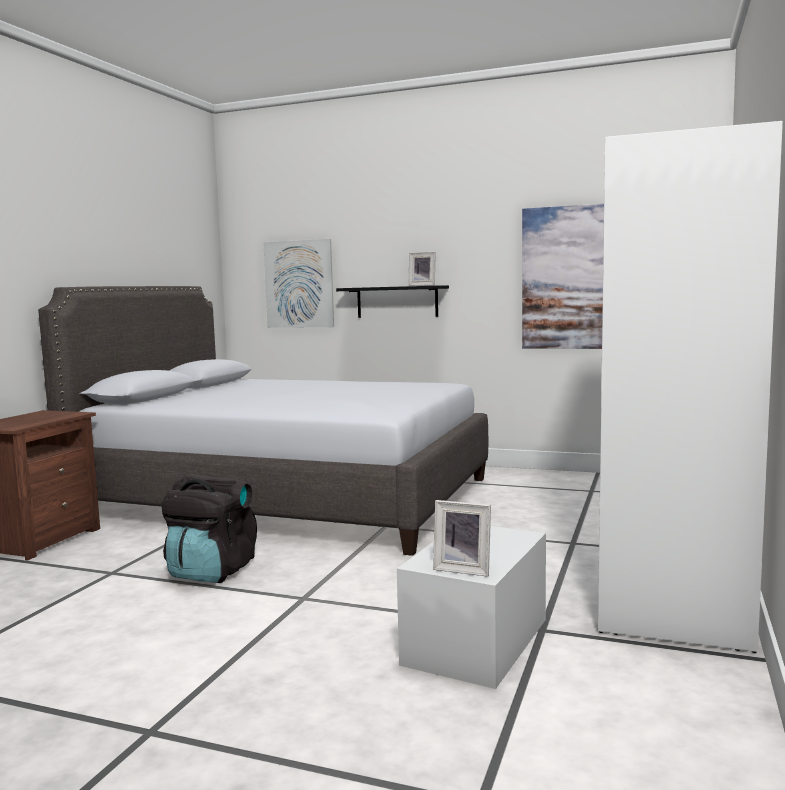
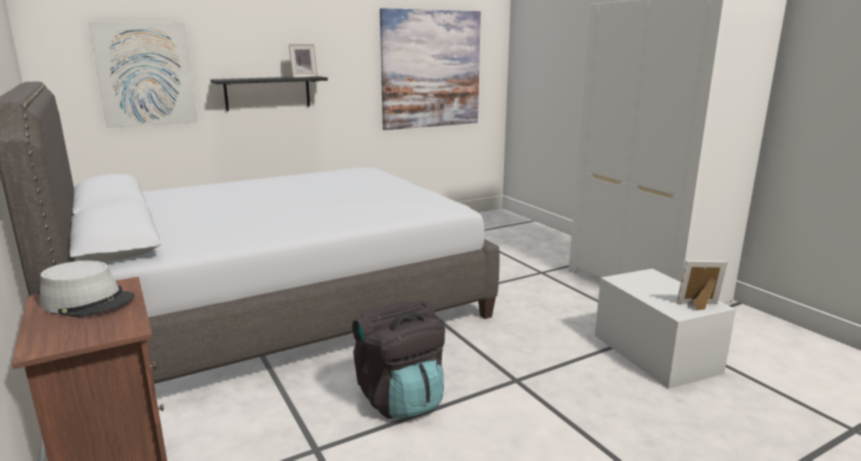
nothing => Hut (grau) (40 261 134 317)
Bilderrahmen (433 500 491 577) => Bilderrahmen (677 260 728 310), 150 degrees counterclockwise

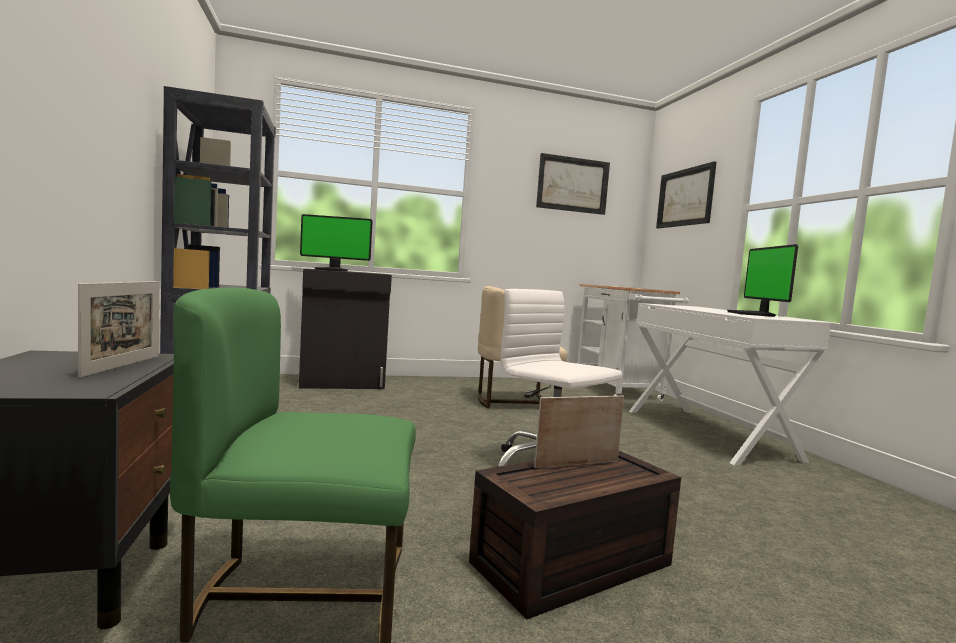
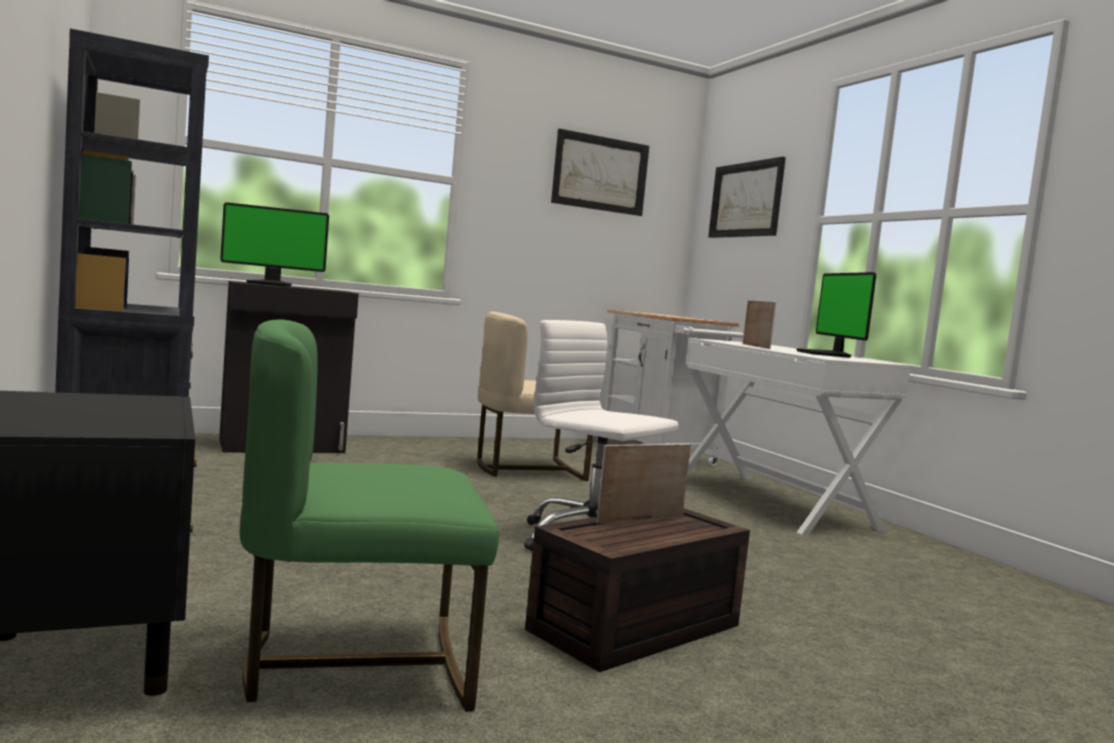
Bilderrahmen (78 281 159 378) => Bilderrahmen (743 300 776 349), shifted

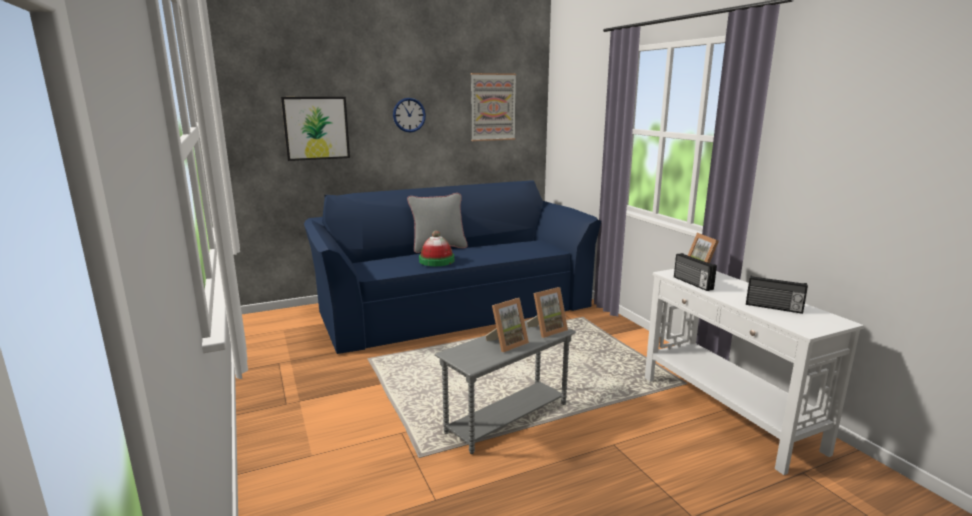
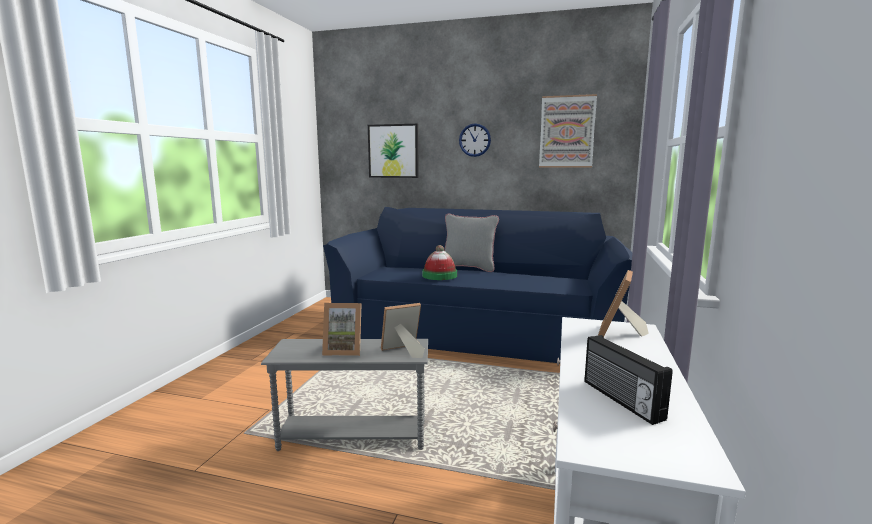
Bilderrahmen (527 287 568 338) => Bilderrahmen (381 303 425 358), 150 degrees clockwise
Radio (674 253 717 291) => nothing

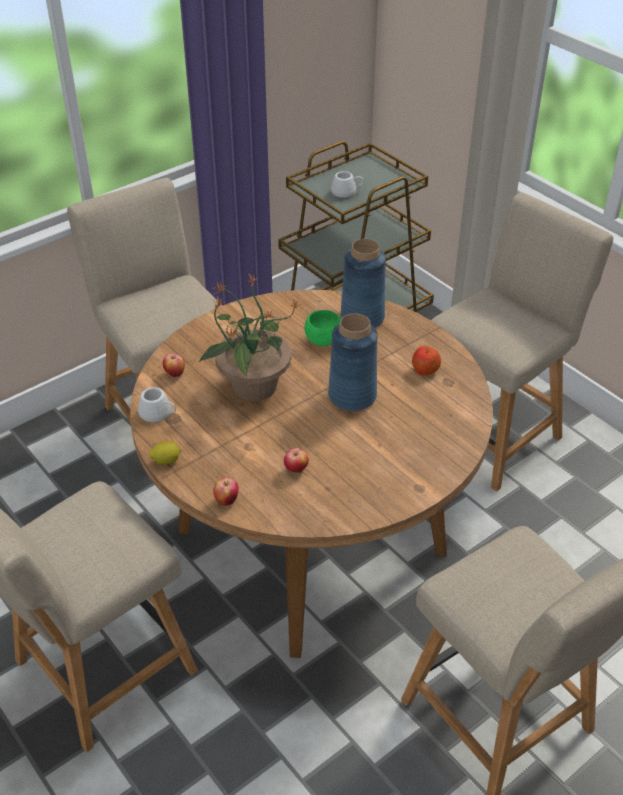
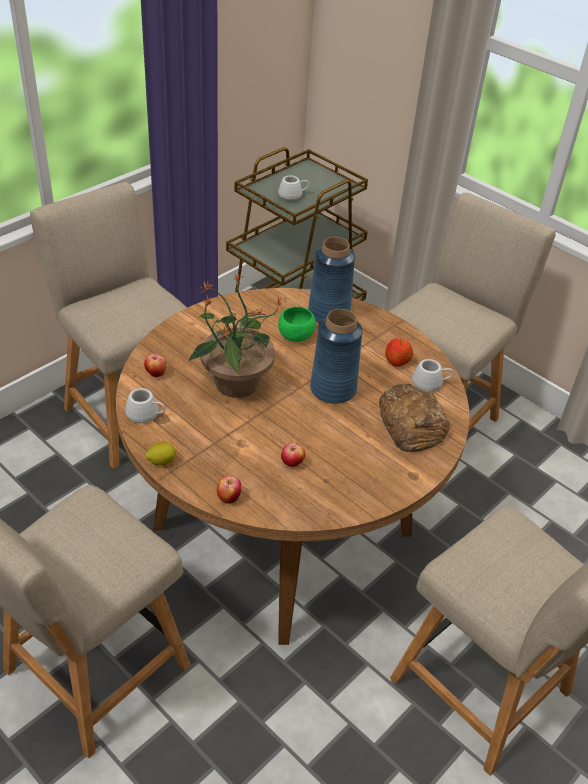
nothing => Brot (379 384 450 452)
nothing => Henkelbecher (weiß) (412 359 453 392)

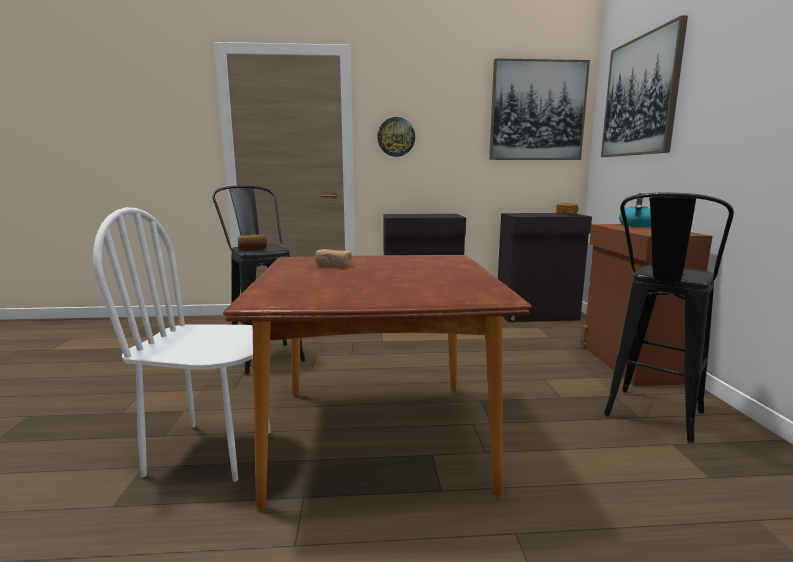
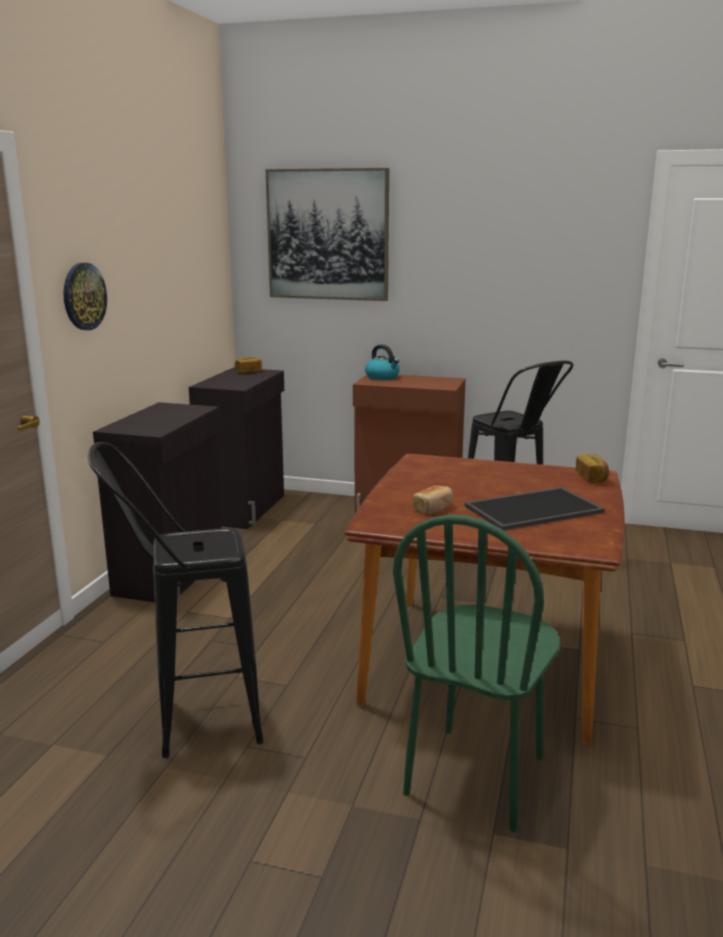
Stuhl (weiß) (93 207 271 482) => Stuhl (grün) (393 515 560 832)
nothing => Tablett (465 487 605 530)
Brot (238 235 267 251) => Brot (576 454 609 483), shifted
Bild (489 58 590 160) => nothing

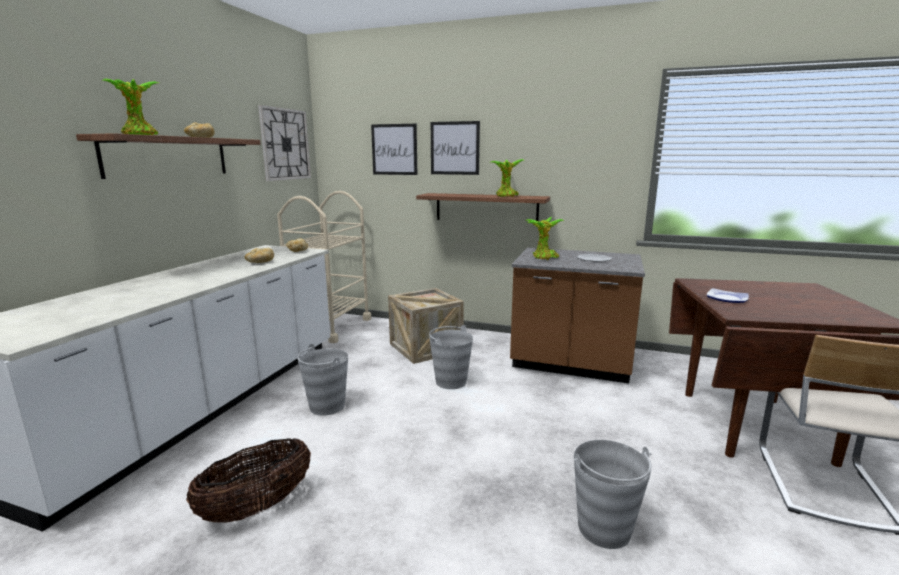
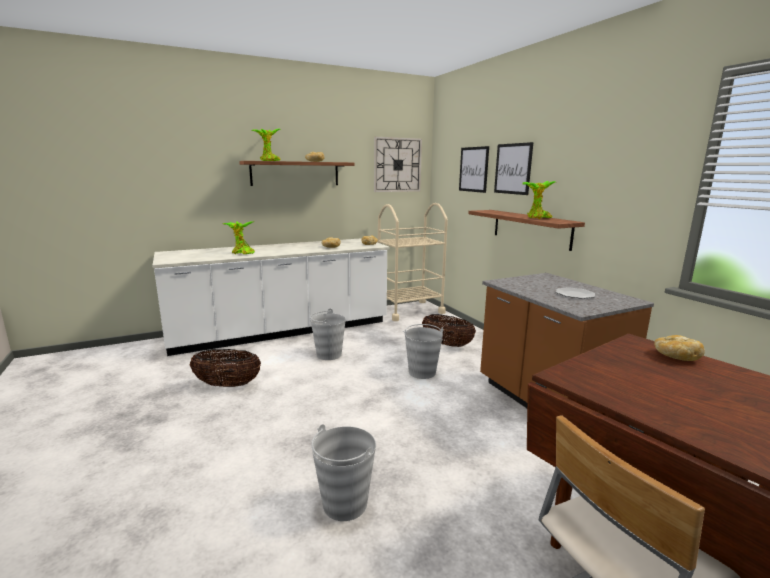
Topfpflanze (525 217 564 260) => Topfpflanze (223 221 255 254), shifted
Kiste (388 288 464 364) => Korb (422 314 476 347)
nothing => Brot (654 335 705 361)
Teller (707 288 749 303) => nothing

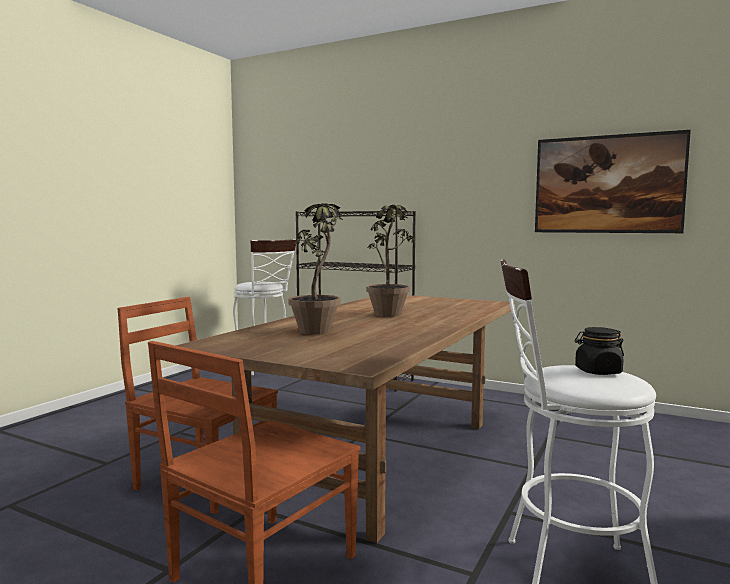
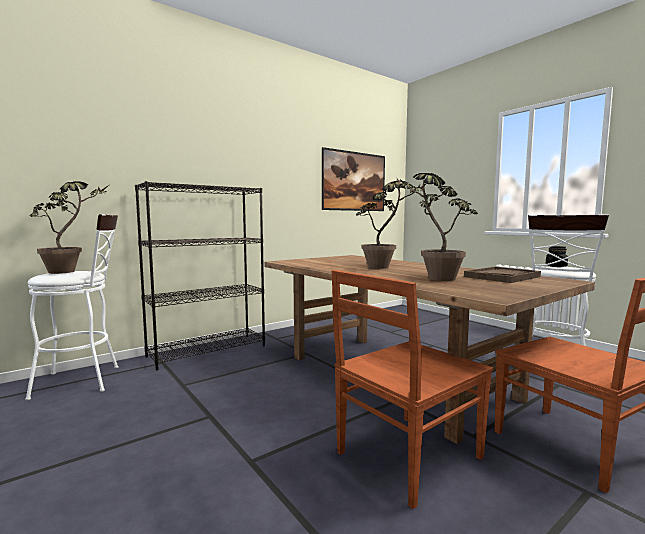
nothing => Topfpflanze (30 181 109 274)
nothing => Tablett (braun) (464 267 541 283)

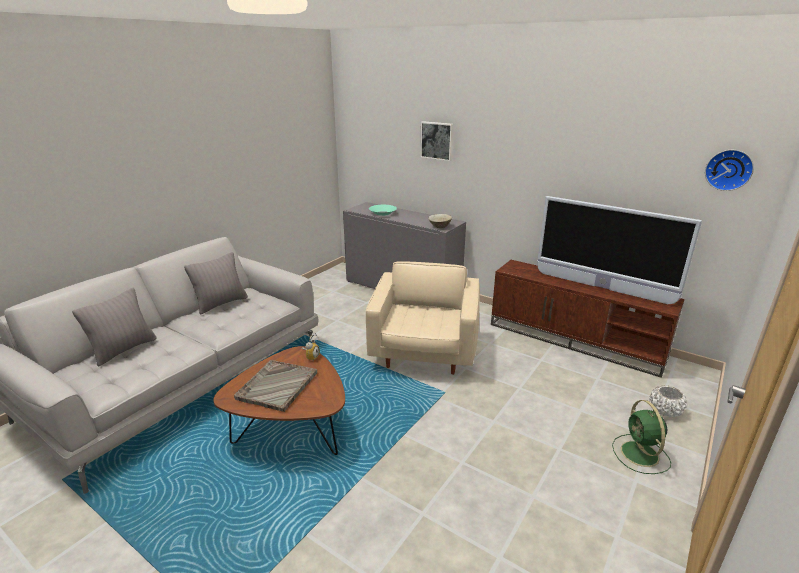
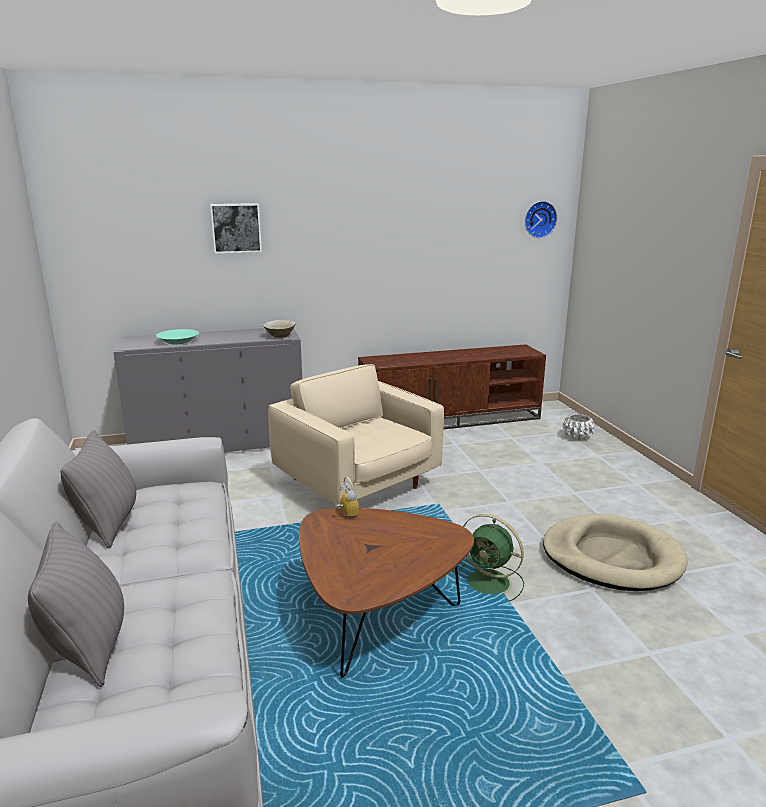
Ventilator (grün) (612 400 671 474) => Ventilator (grün) (455 514 524 601), shifted
nothing => Hundebett (beige) (543 514 688 591)
Tablett (grau) (234 360 317 412) => nothing
Fernseher (537 196 702 304) => nothing

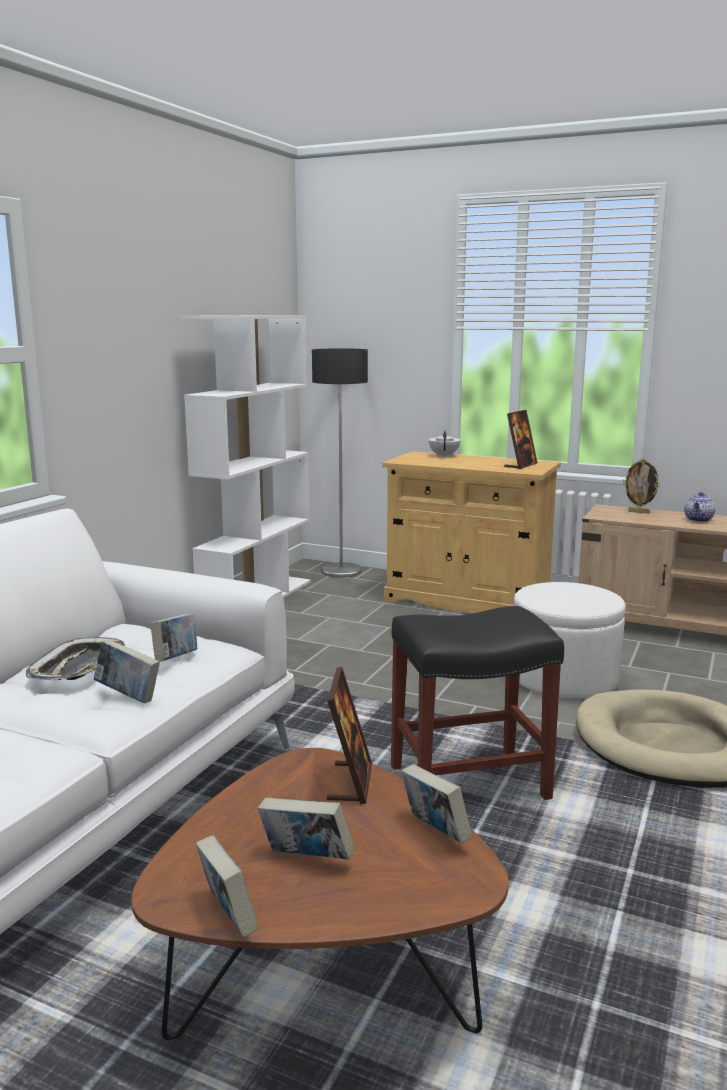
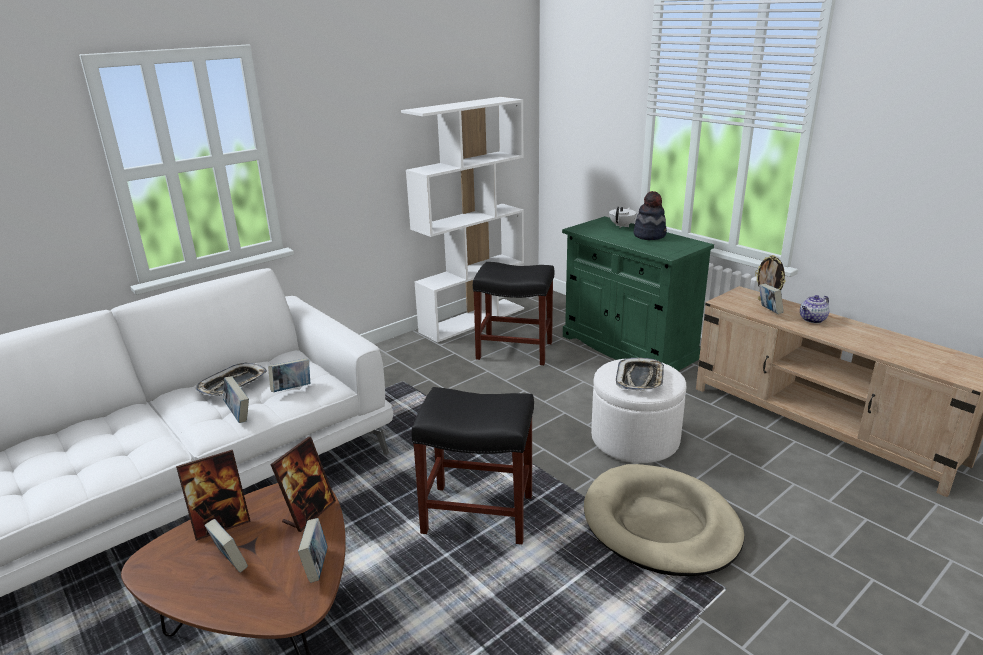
Bilderrahmen (504 410 537 469) => Bilderrahmen (176 450 251 541), shifted
nothing => Hocker (schwarz) (473 262 554 365)
Schrank (beige) (382 451 561 613) => Schrank (grün) (562 216 714 371)
nothing => Tablett (616 358 664 391)
nothing => Hut (634 191 667 240)
Buch (196 835 258 938) => Buch (759 284 783 314), shifted
Stehlampe (312 348 368 578) => nothing

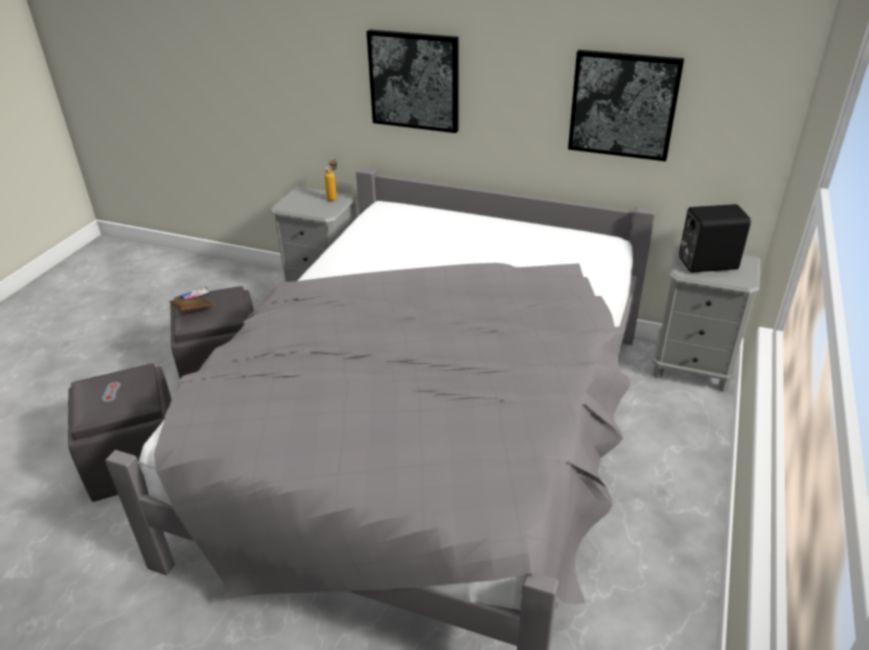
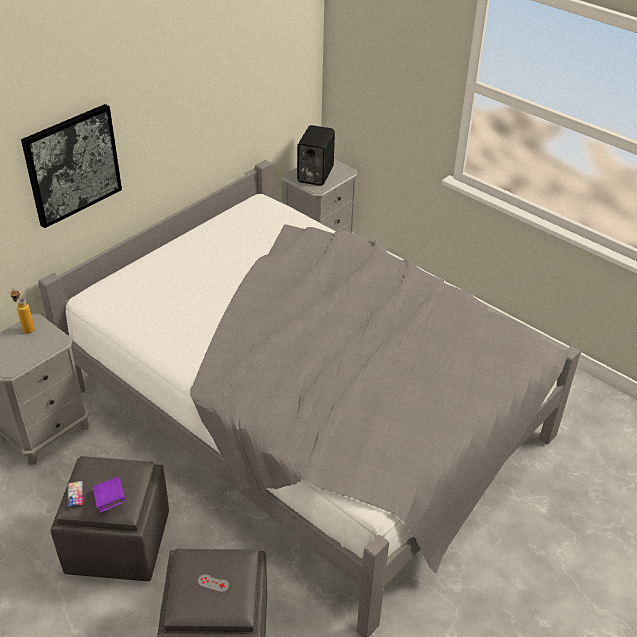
Buch (braun) (170 297 212 312) => Buch (lila) (93 477 125 513)
Bild (568 50 684 161) => nothing

